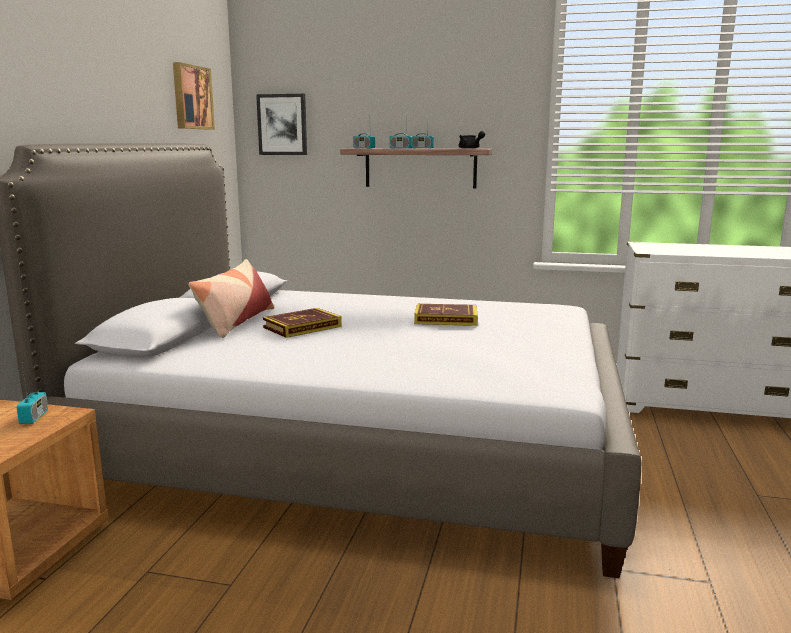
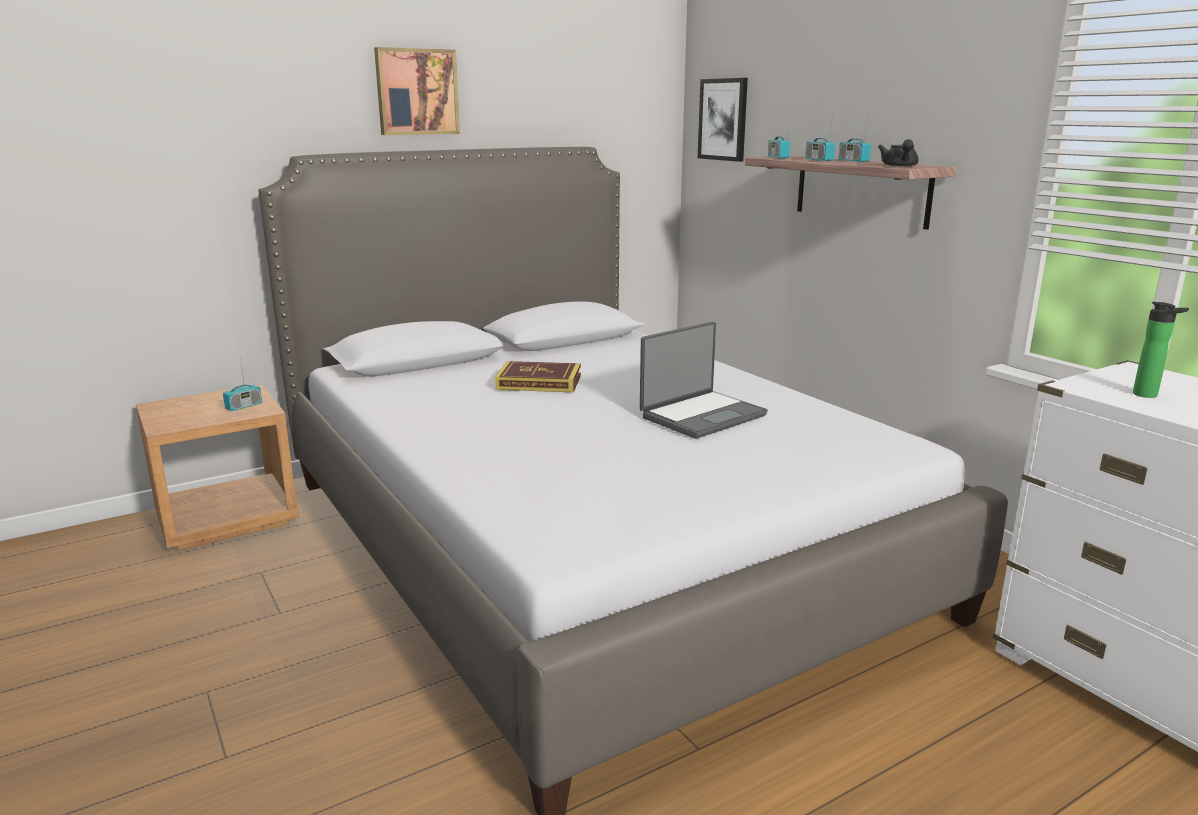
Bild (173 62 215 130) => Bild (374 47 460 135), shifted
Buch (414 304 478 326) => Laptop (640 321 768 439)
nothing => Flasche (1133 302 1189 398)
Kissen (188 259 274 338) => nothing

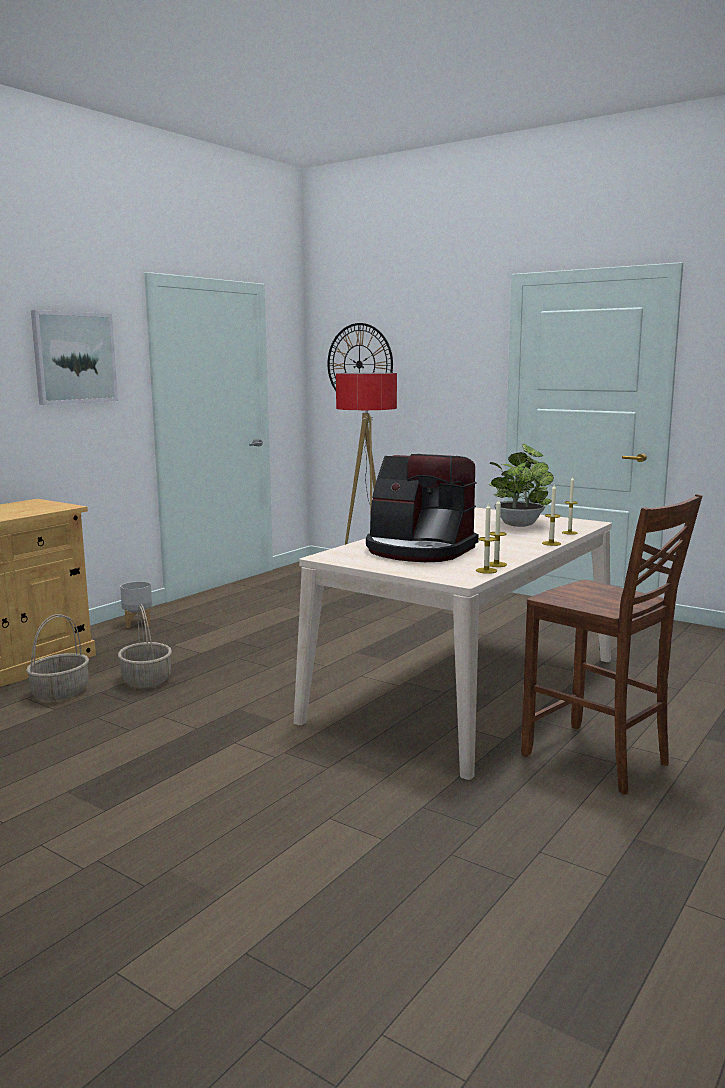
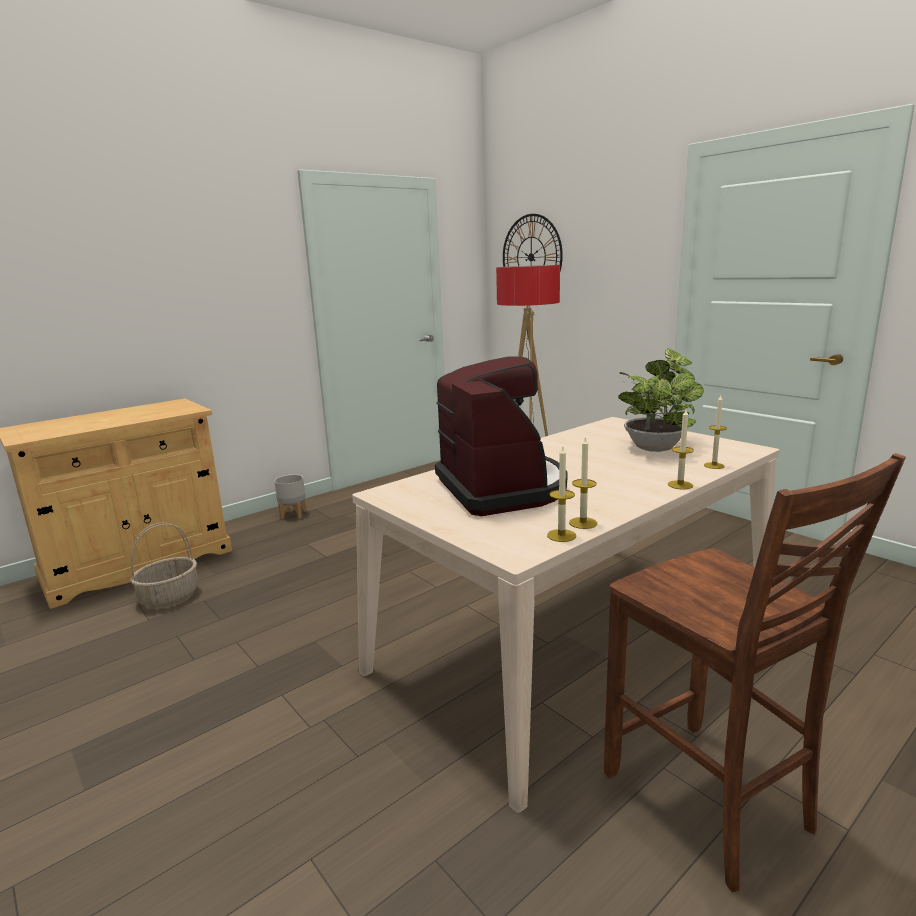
Kaffeemaschine (366 454 479 562) => Kaffeemaschine (435 356 567 516), 150 degrees counterclockwise
Bild (31 310 118 405) => nothing
Korb (118 604 172 688) => nothing

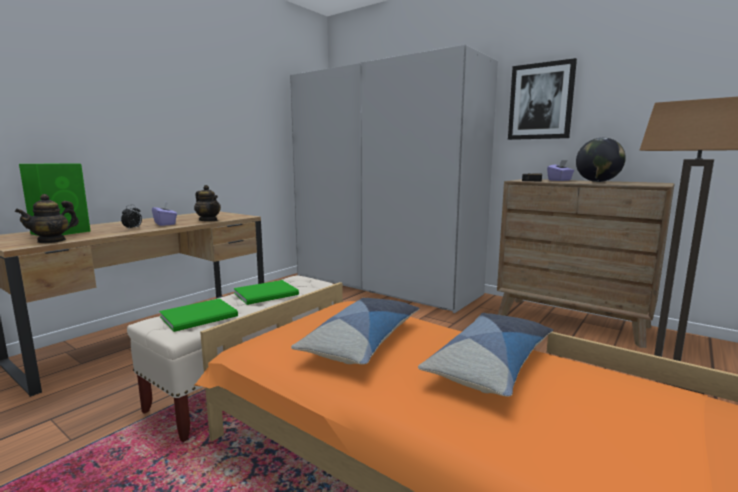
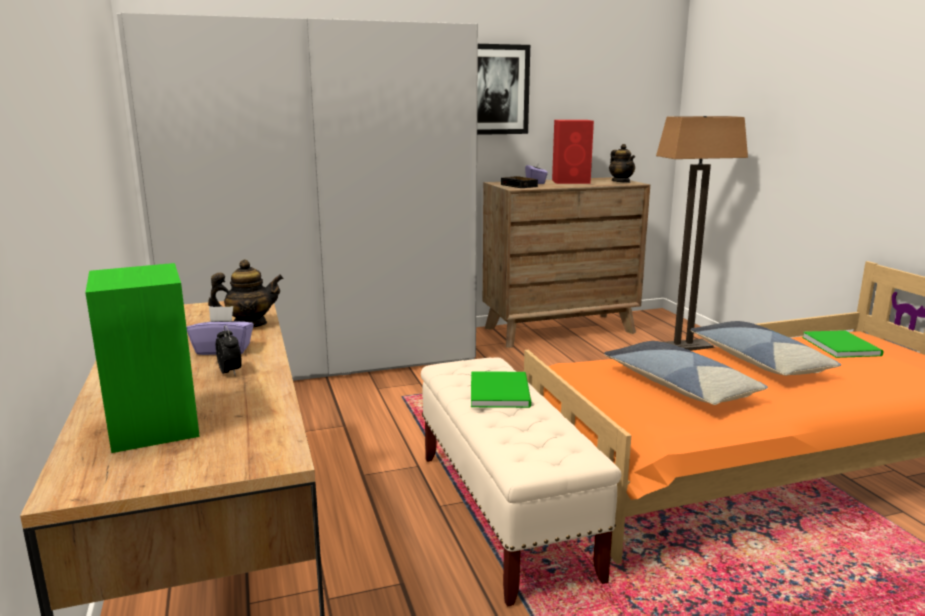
Globus (576 138 626 182) => Lautsprecher (rot) (552 120 594 184)
Teekanne (15 194 79 243) => Teekanne (609 144 635 183), shifted
Buch (grün) (159 298 238 332) => Buch (grün) (802 330 884 358), shifted

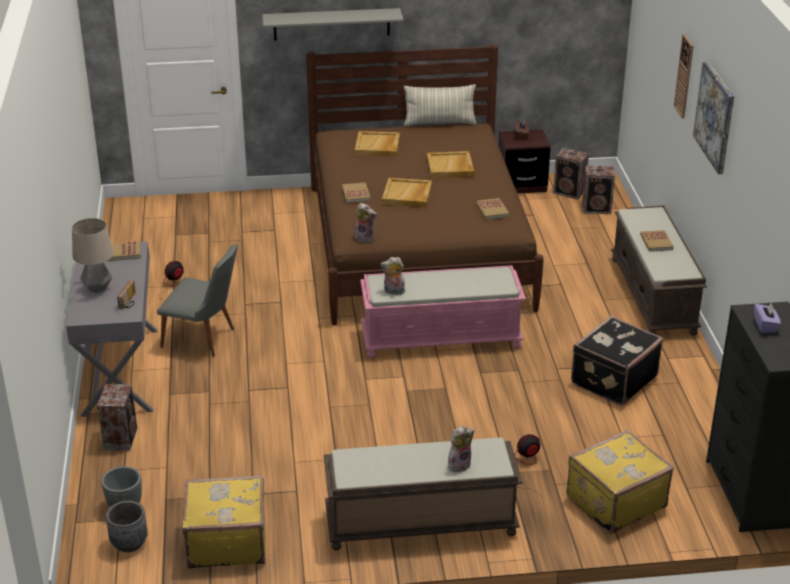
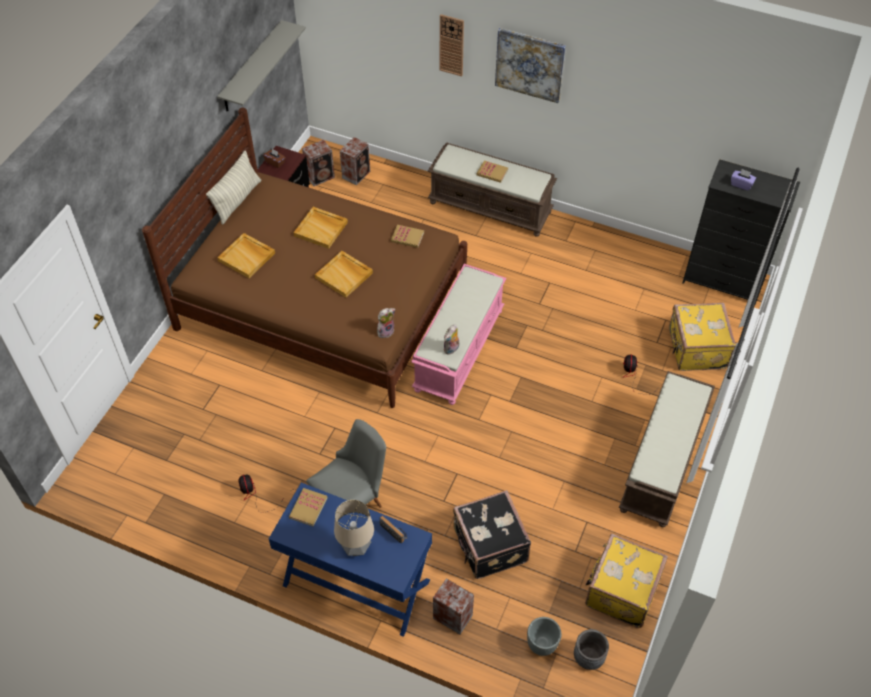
Wandregal (grau) (262 8 404 41) => Wandregal (grau) (217 20 306 112), shifted
Schreibtisch (grau) (66 241 158 417) => Schreibtisch (blau) (269 482 432 637)
Koffer (schwarz) (571 315 663 406) => Koffer (schwarz) (453 490 531 579), shifted
Buch (342 183 371 203) => nothing
Plüschtier (448 426 474 472) => nothing

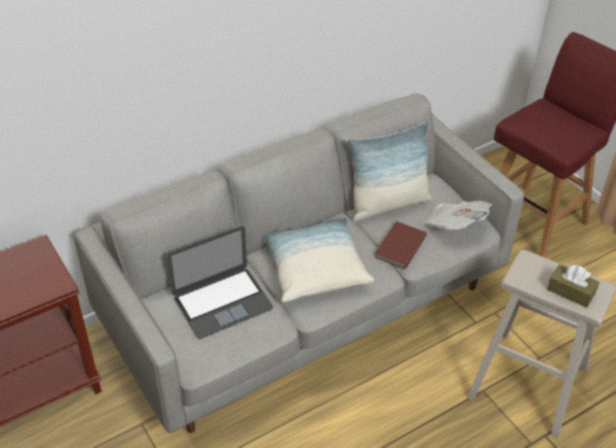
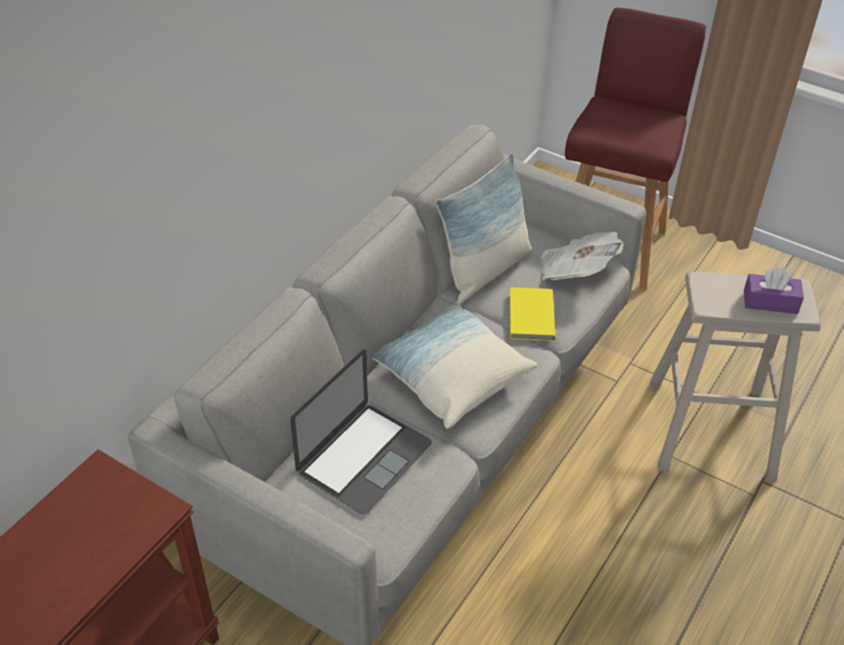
Buch (braun) (374 221 427 269) => Buch (gelb) (510 287 555 341)
Taschentuchbox (braun) (547 264 599 308) => Taschentuchbox (lila) (744 267 804 314)

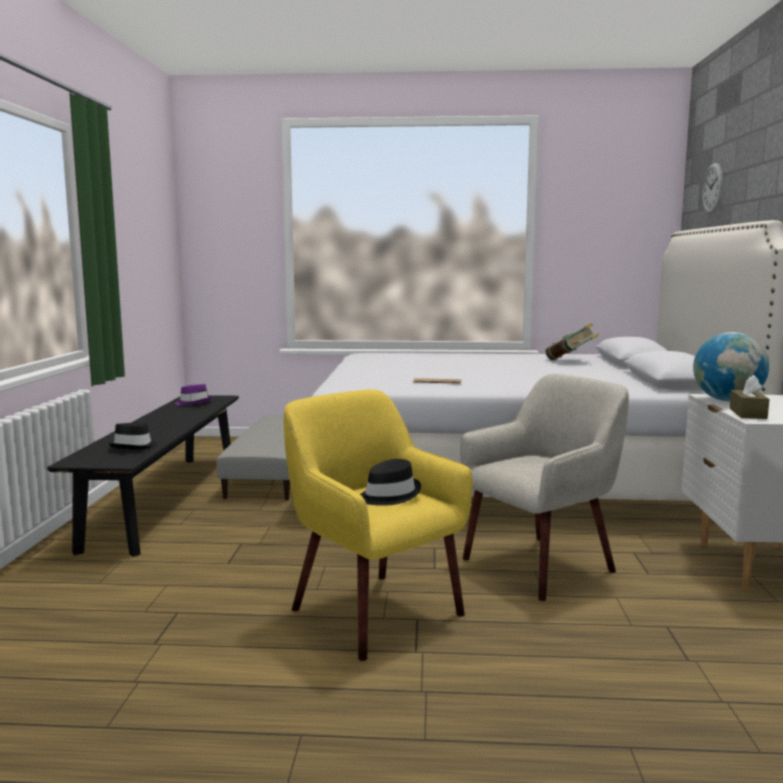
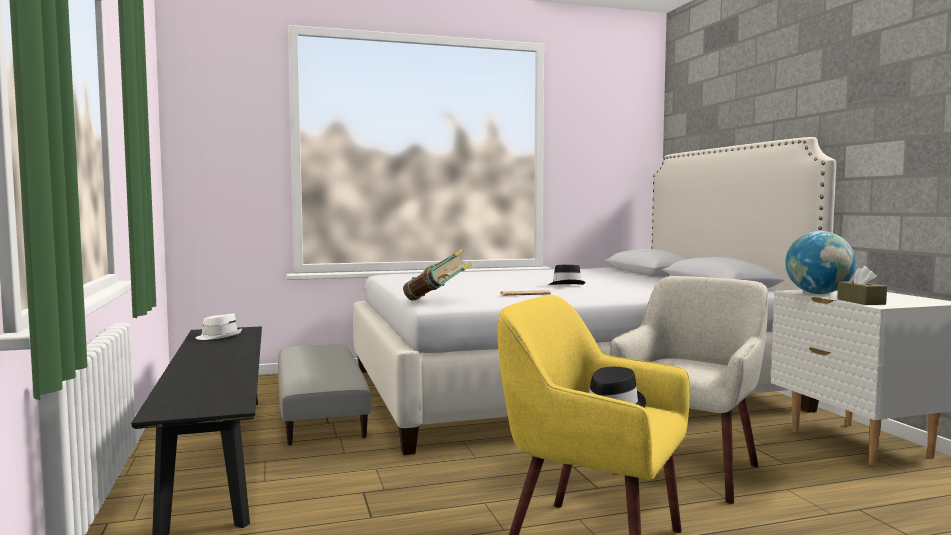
Hut (lila) (175 384 212 405) => Hut (weiß) (196 313 242 340)
Buch (545 323 599 360) => Buch (403 249 472 300), shifted
Hut (schwarz) (109 423 158 450) => Hut (schwarz) (548 265 586 285), shifted
Wanduhr (702 163 723 214) => nothing

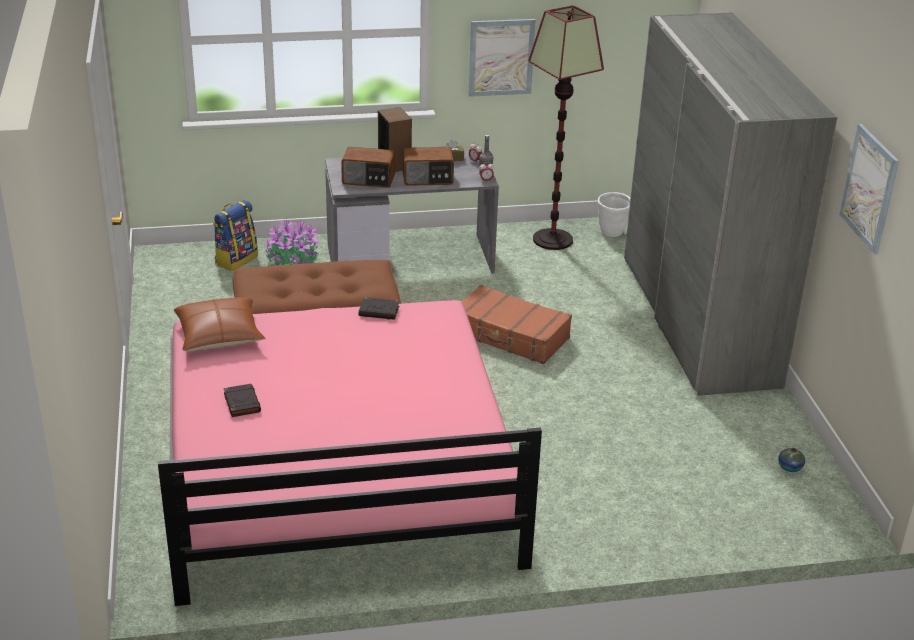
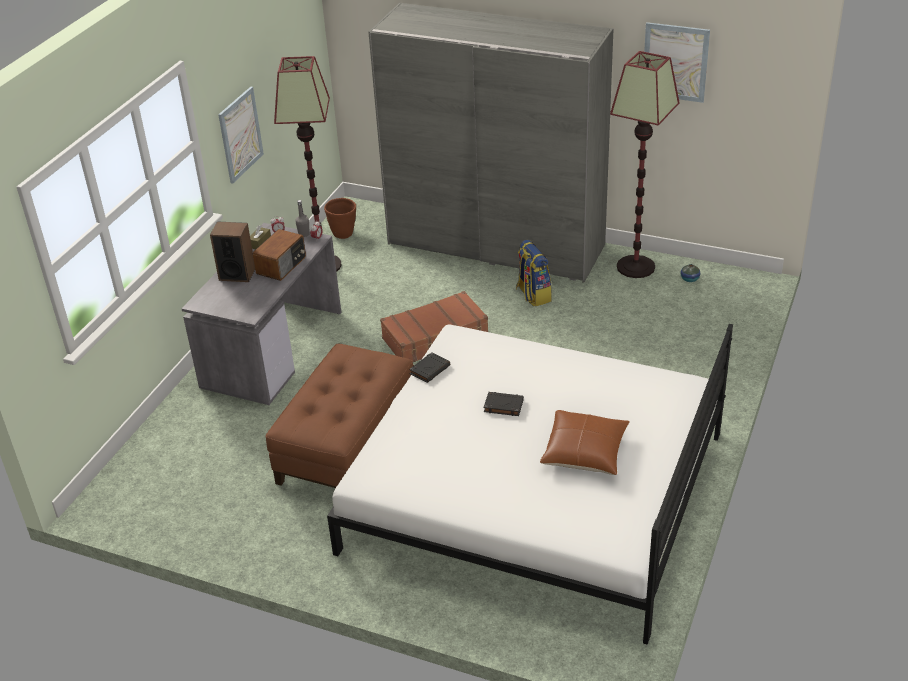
Pflanzkübel (weiß) (598 192 630 237) => Pflanzkübel (braun) (324 198 356 239)
Bett (rosa) (158 300 542 606) => Bett (weiß) (327 324 733 645)
Buch (schwarz) (224 384 261 417) => Buch (schwarz) (484 392 524 416), shifted
Rucksack (213 200 258 271) => Rucksack (516 240 552 307), shifted
Kissen (braun) (174 297 266 352) => Kissen (braun) (540 410 629 475), shifted
nothing => Stehlampe (610 51 680 278)
Topfpflanze (262 220 320 265) => nothing
Radio (341 147 395 188) => nothing

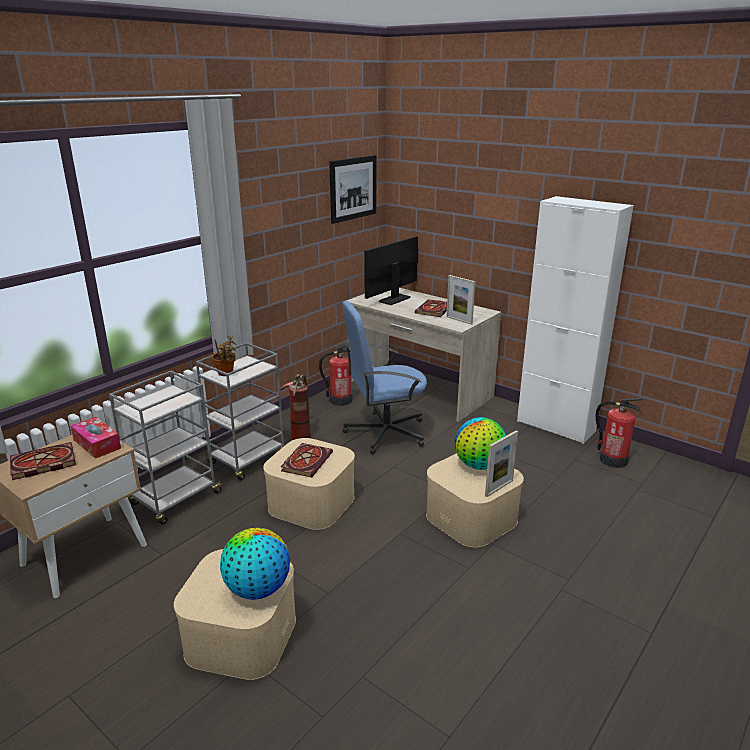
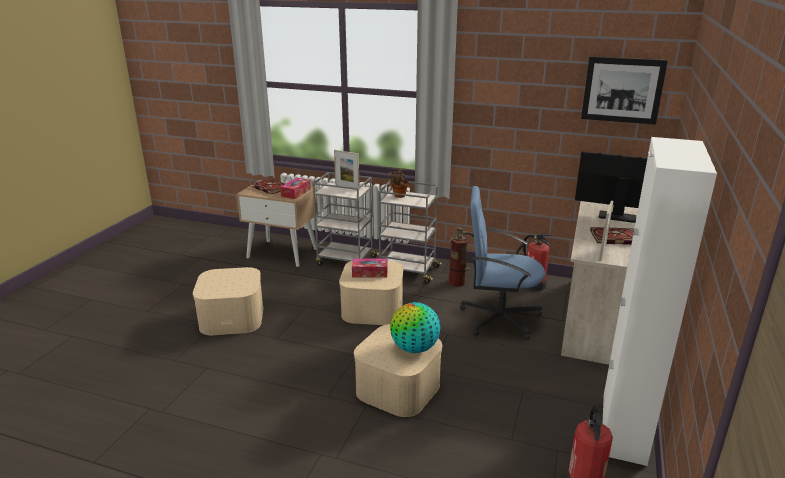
Bilderrahmen (485 430 518 497) => Bilderrahmen (334 150 360 190), shifted
Buch (281 443 333 478) => Taschentuchbox (352 258 387 278)
Bürostuhl (blau) (342 301 427 454) => Bürostuhl (blau) (460 186 545 340), 45 degrees counterclockwise
Globus (220 528 290 600) => nothing

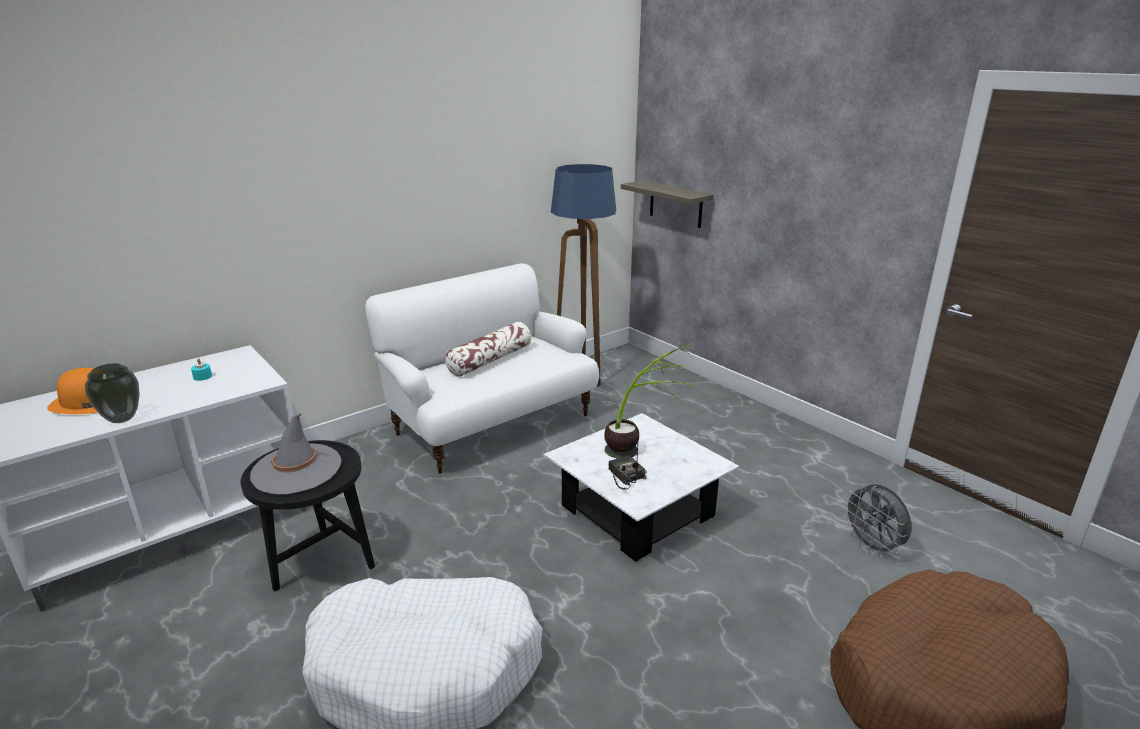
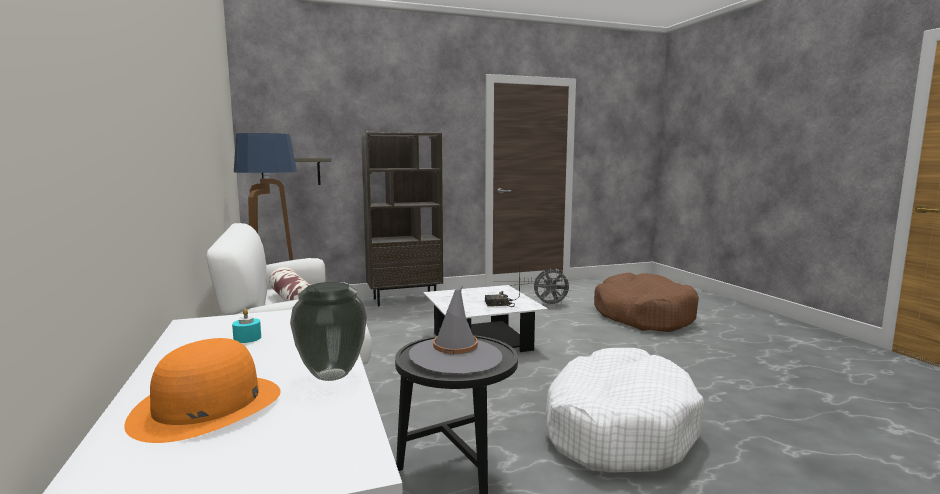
nothing => Bücherregal (braun) (361 132 443 307)
Topfpflanze (604 342 696 458) => nothing

